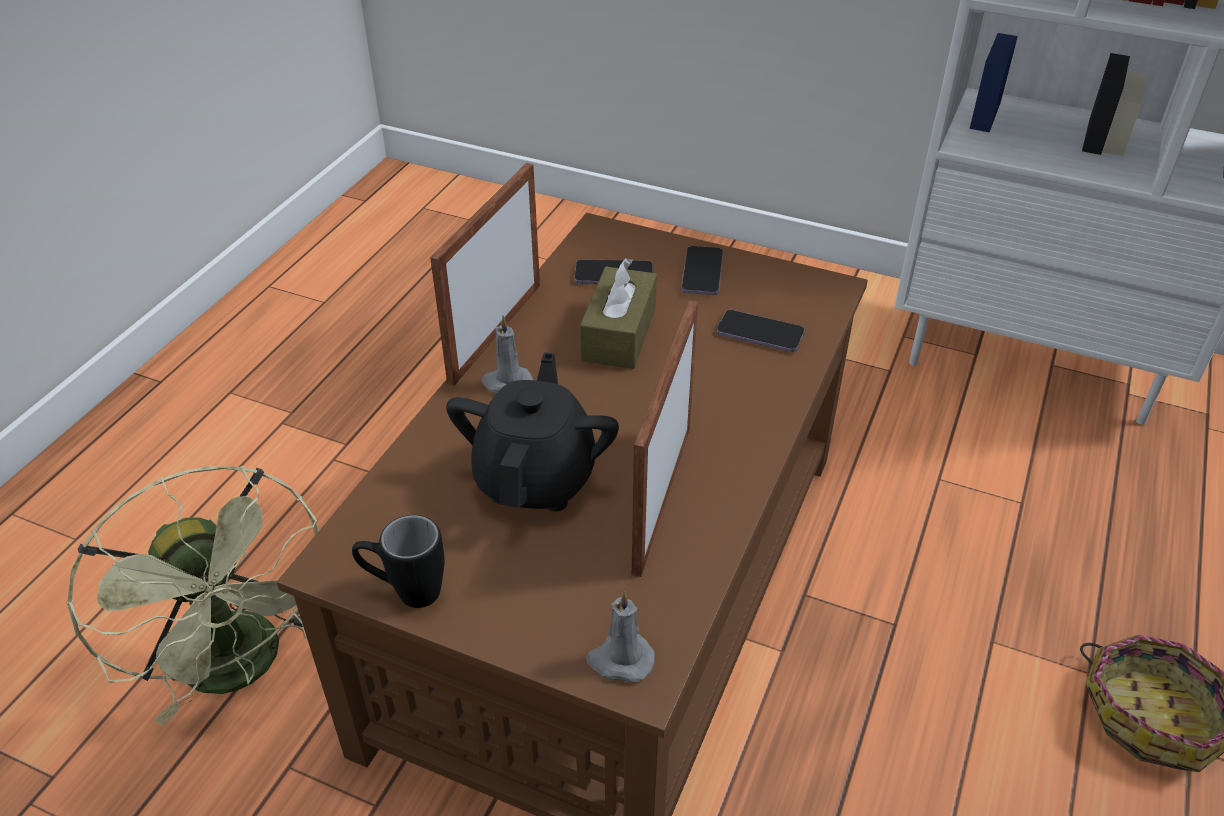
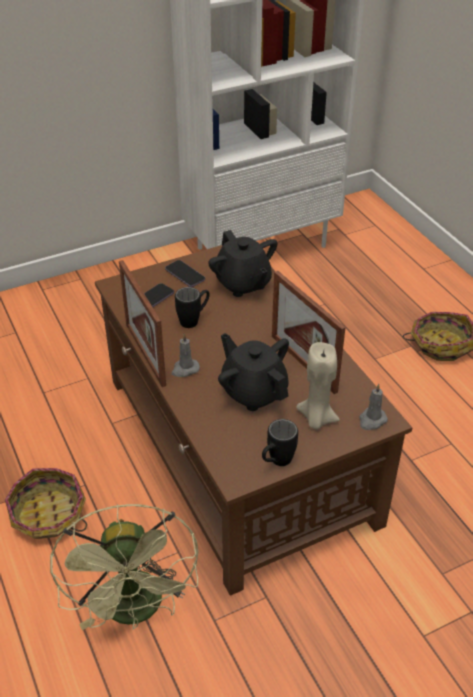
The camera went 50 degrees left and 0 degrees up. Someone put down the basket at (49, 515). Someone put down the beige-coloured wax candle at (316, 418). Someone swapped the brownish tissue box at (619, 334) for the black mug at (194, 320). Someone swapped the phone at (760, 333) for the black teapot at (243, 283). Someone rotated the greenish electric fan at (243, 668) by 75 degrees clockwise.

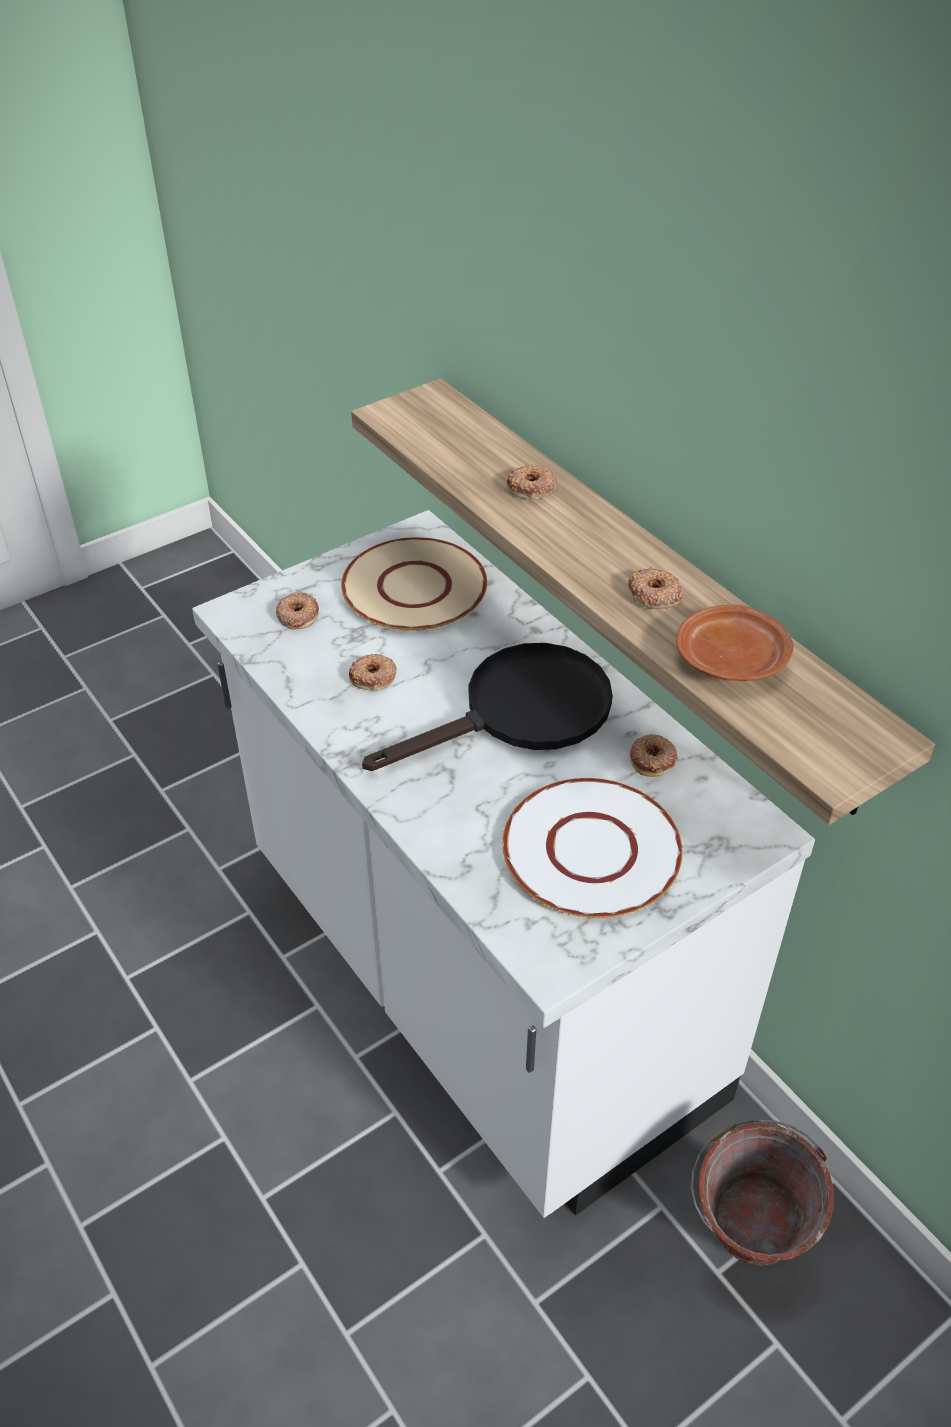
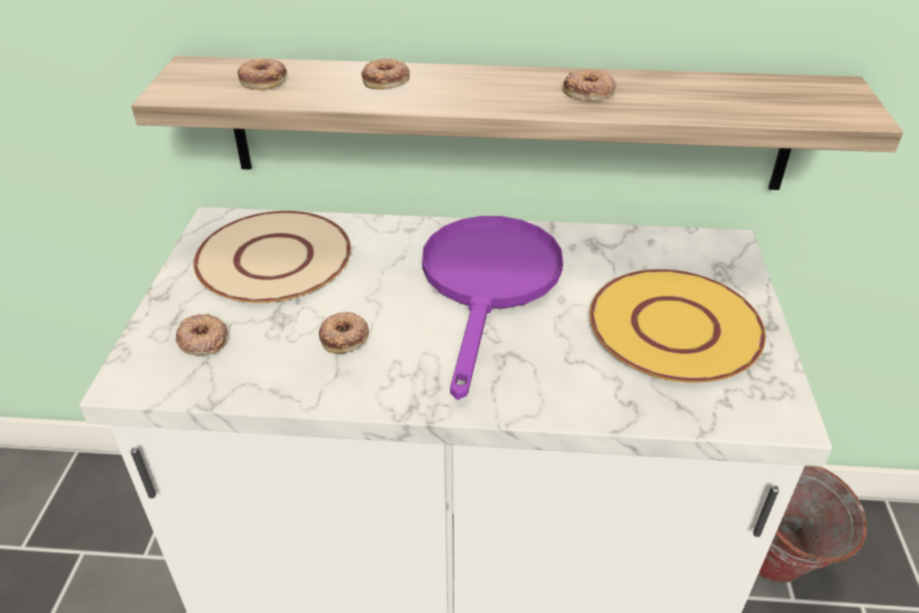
The camera went 50 degrees left and 5 degrees down. Someone took away the brownish flat dish at (732, 659). Someone carried the ring doughnut from (653, 759) to (263, 80). Someone repainted the black frying pan at (520, 713), which became the purple-coloured frying pan at (489, 284). Someone repainted the white-coloured flat dish at (592, 850), which became the yellow-coloured flat dish at (675, 327).

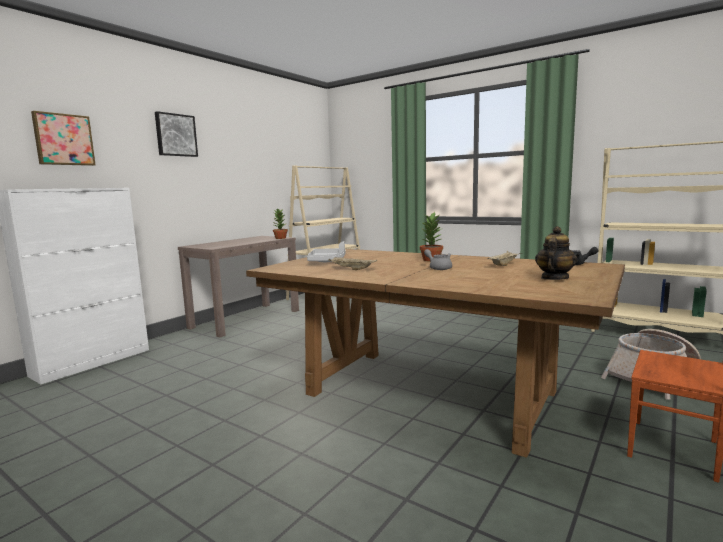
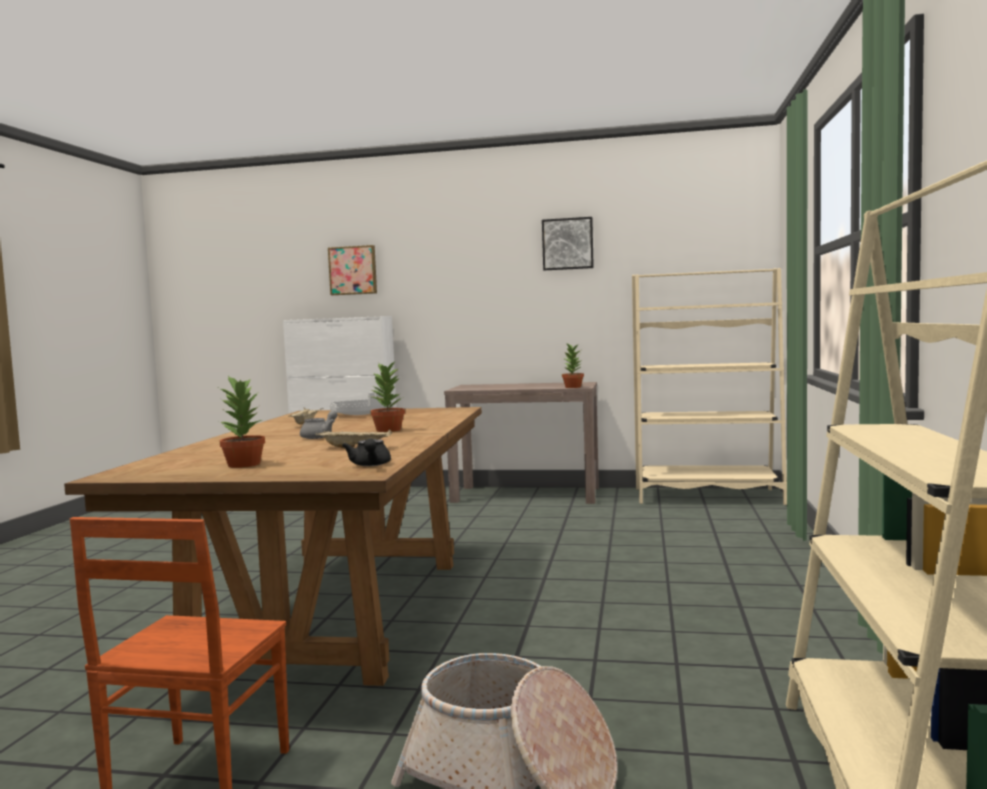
The camera went 65 degrees right and 5 degrees down. Someone carried the wall picture from (175, 135) to (567, 244). Someone swapped the teapot at (554, 278) for the plant in a pot at (244, 464).

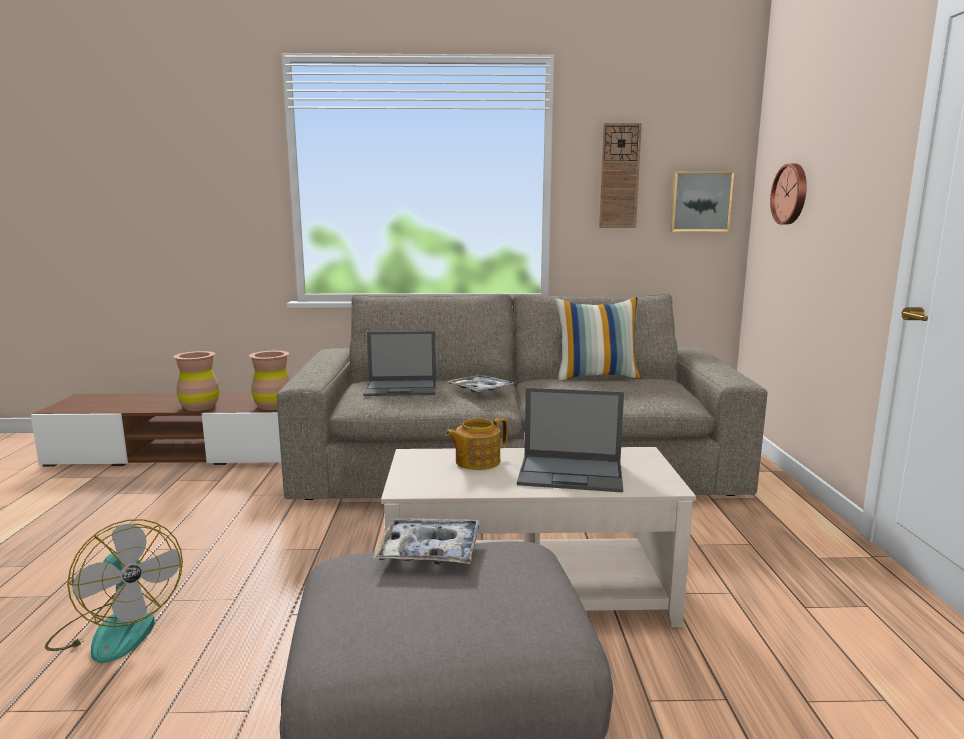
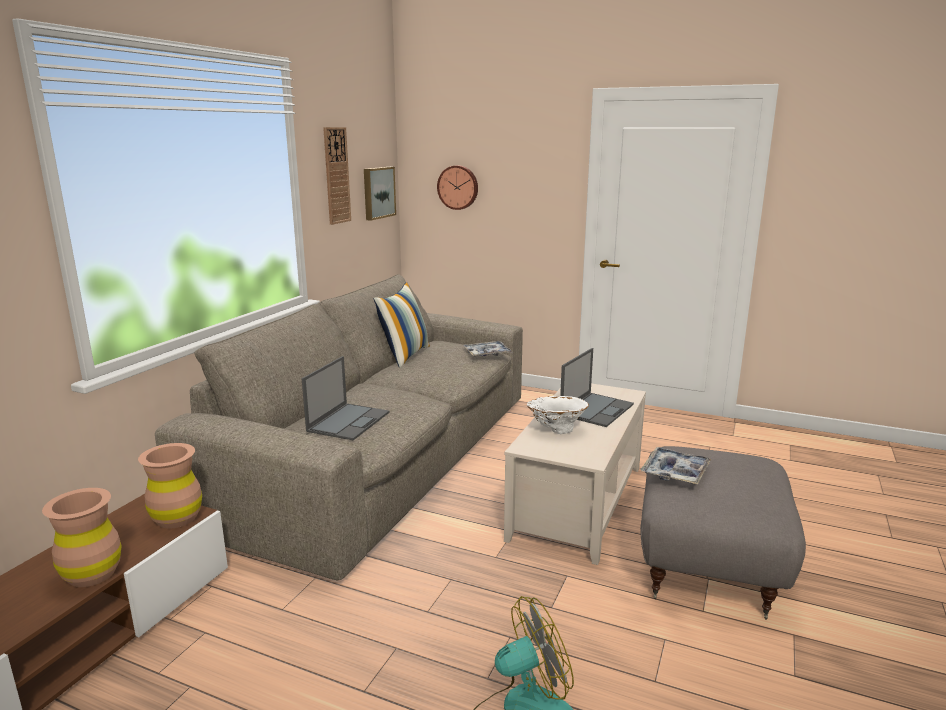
The camera went 65 degrees left and 5 degrees up. Someone carried the serving tray from (480, 390) to (487, 353). Someone swapped the teapot at (476, 461) for the white-coloured vase at (556, 430).

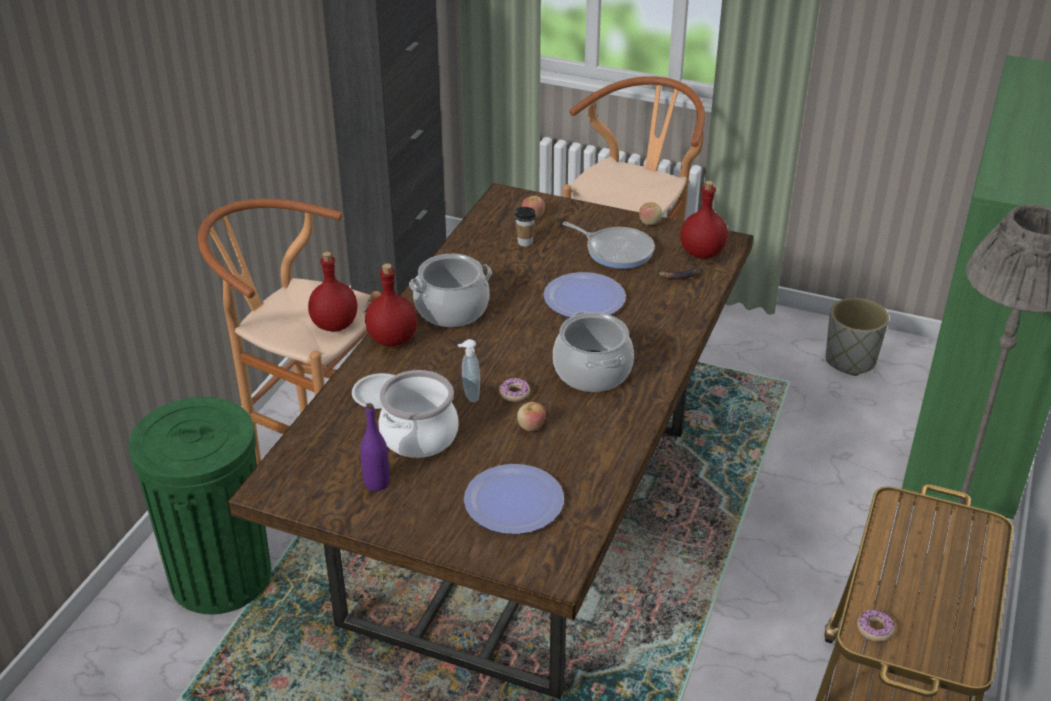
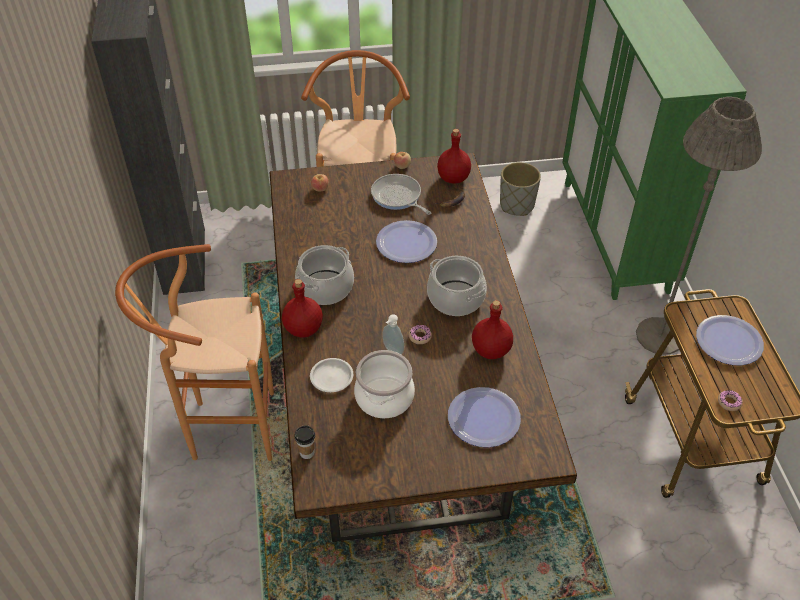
The camera went 30 degrees left and 10 degrees up. Someone took away the greenish waste bin at (220, 576). Someone took away the purple-coloured drink bottle at (377, 483). Someone took away the whole apple at (531, 426). Someone put down the flat dish at (728, 341). Someone carried the reddish drink bottle from (334, 324) to (490, 350). Someone carried the drinking cup from (525, 242) to (307, 453). Someone rotated the frying pan at (616, 250) by 135 degrees counterclockwise.

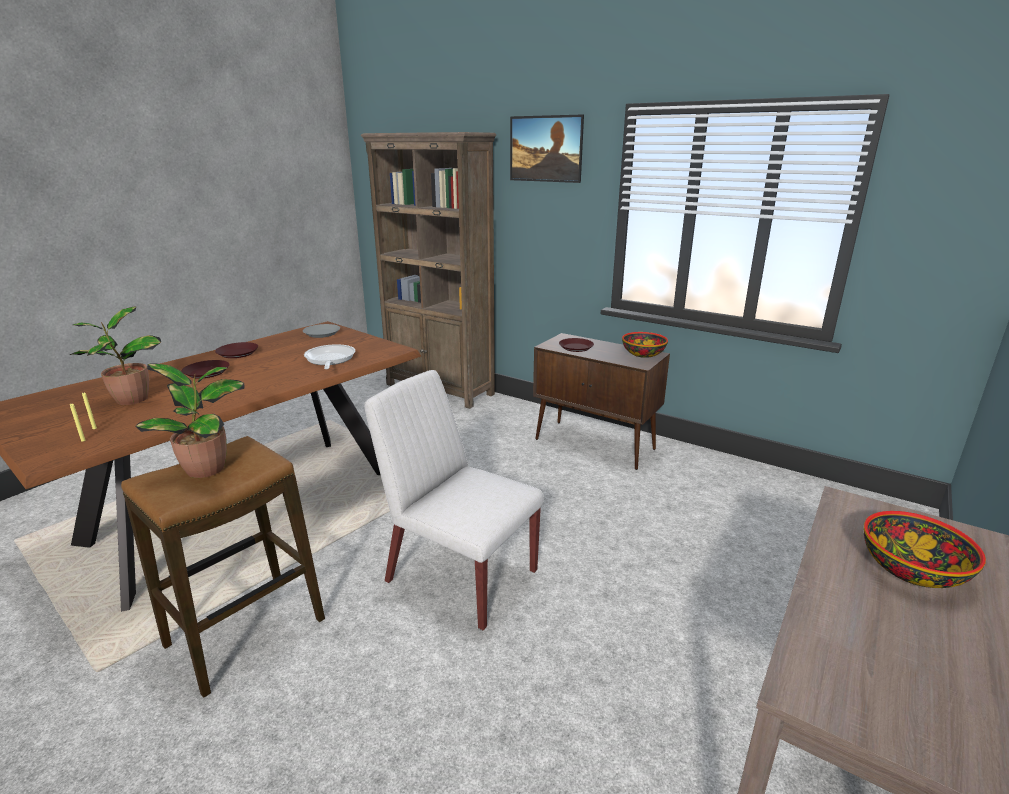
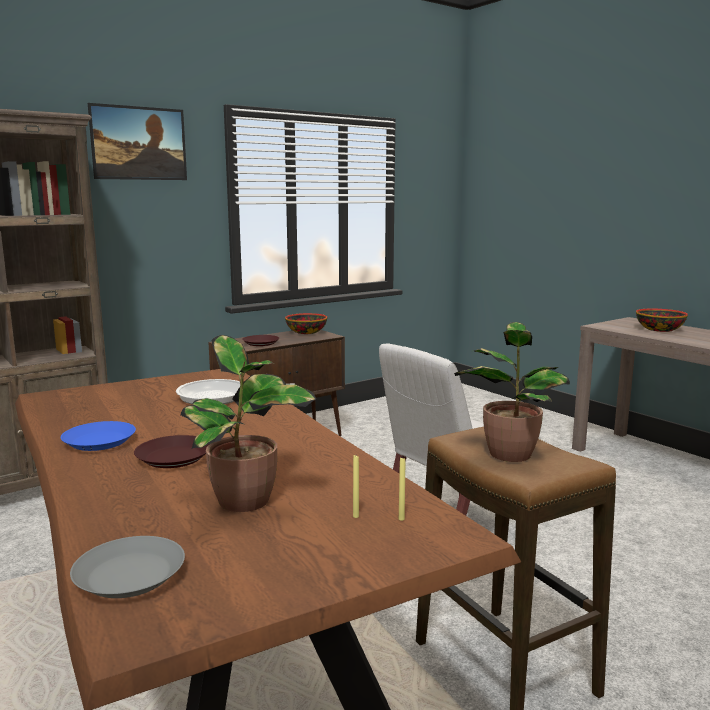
The camera went 70 degrees left and 10 degrees down. Someone carried the grey flat dish from (321, 333) to (128, 576). Someone repainted the brownish flat dish at (237, 353), which became the bluish flat dish at (100, 442).

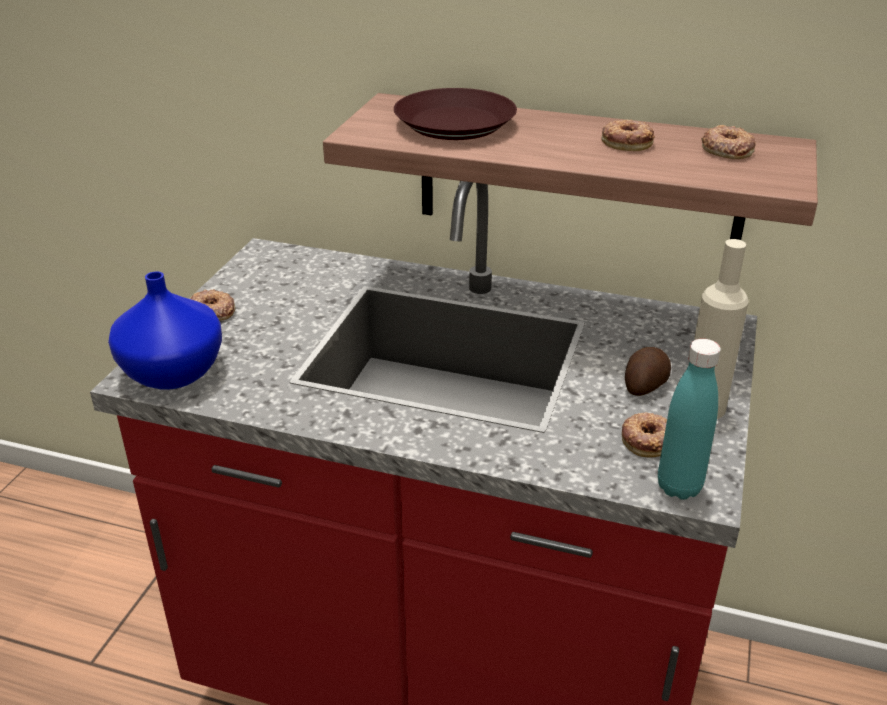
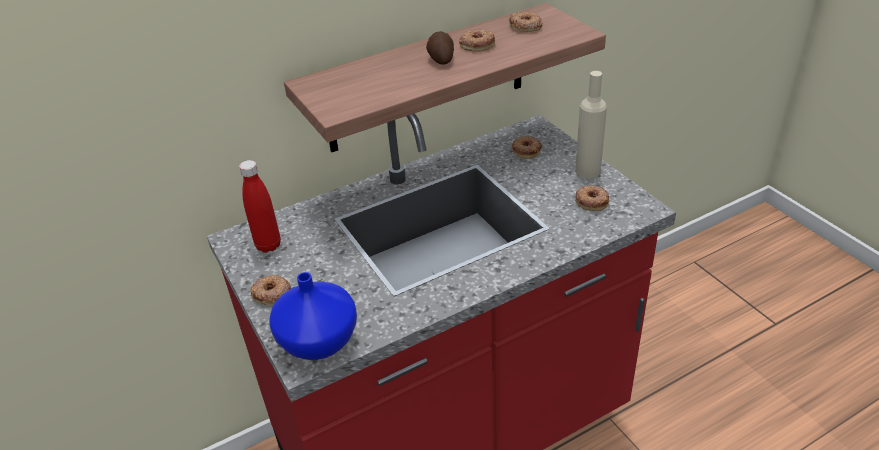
The camera went 45 degrees left and 5 degrees up. Someone took away the brownish flat dish at (456, 124). Someone took away the blue-green drink bottle at (679, 487). Someone put down the reddish drink bottle at (268, 245). Someone put down the ring doughnut at (526, 150). Someone carried the whole potato from (644, 385) to (441, 59).

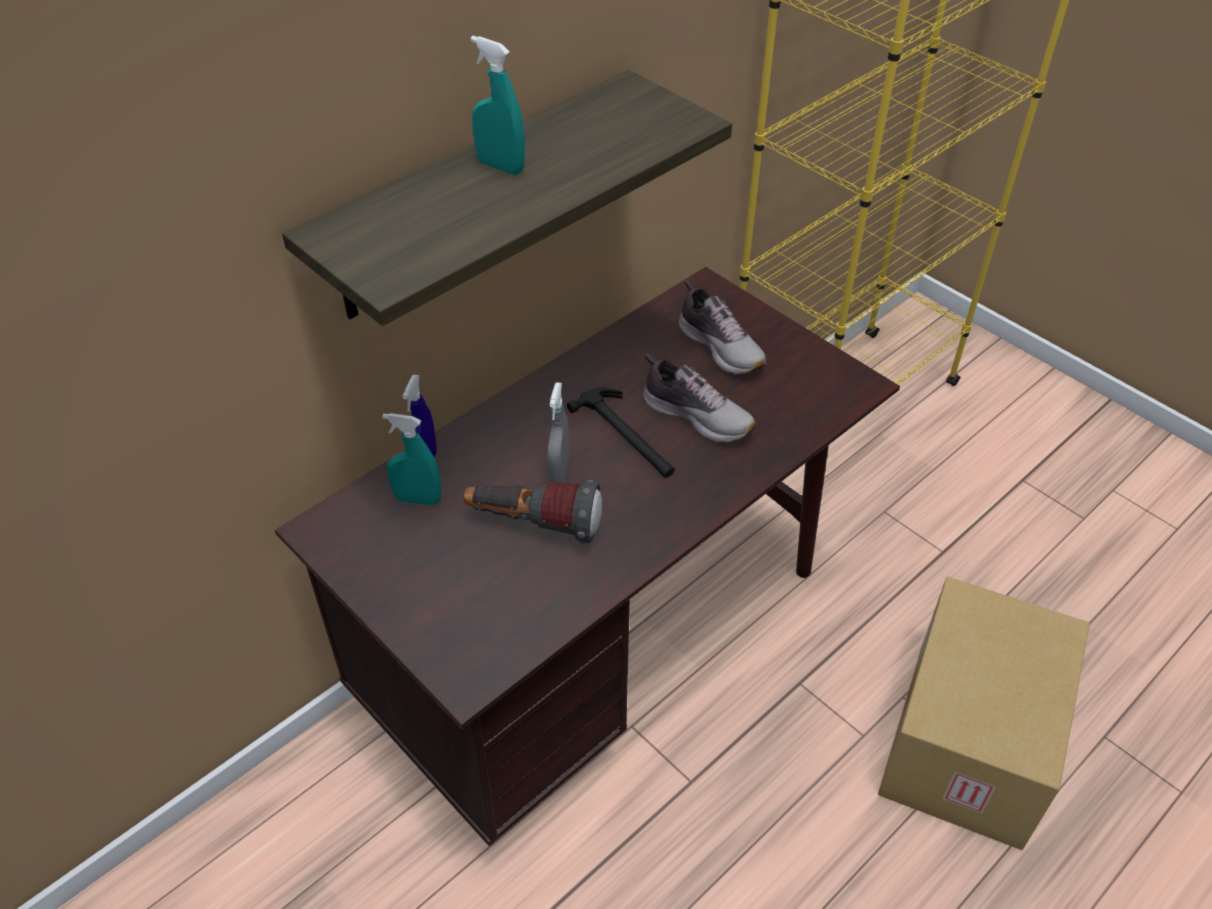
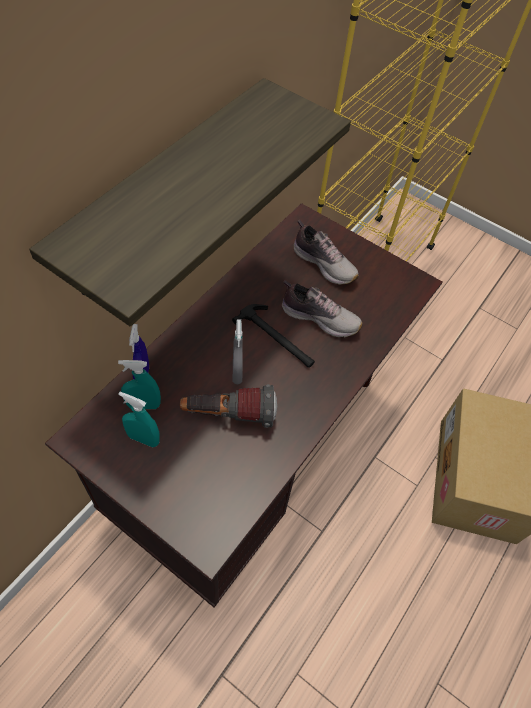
The camera went 15 degrees left and 10 degrees up. Someone carried the blue-green sprayer from (500, 167) to (143, 439).

